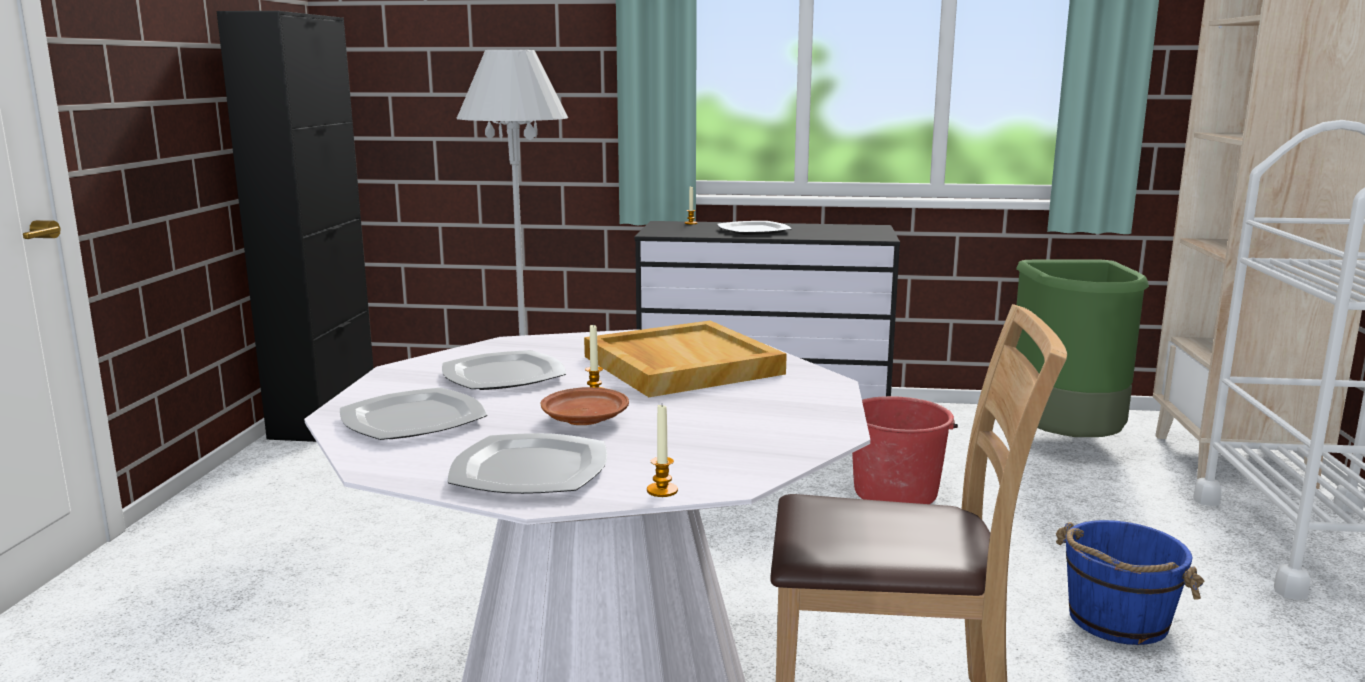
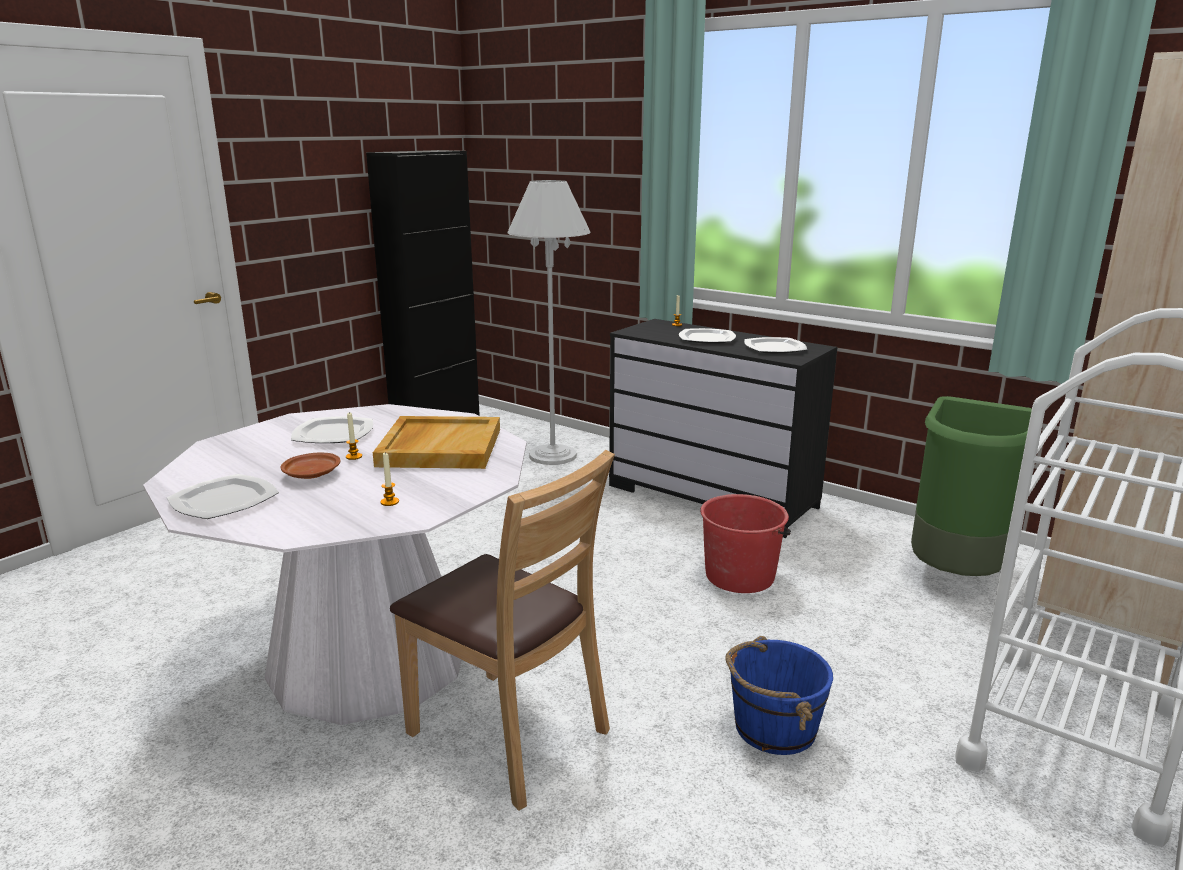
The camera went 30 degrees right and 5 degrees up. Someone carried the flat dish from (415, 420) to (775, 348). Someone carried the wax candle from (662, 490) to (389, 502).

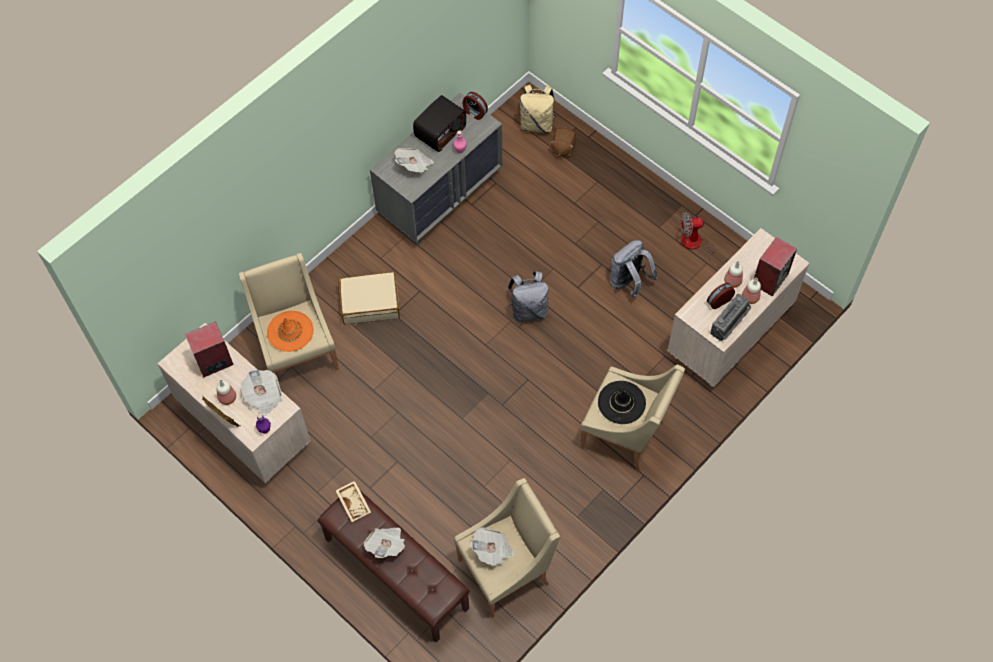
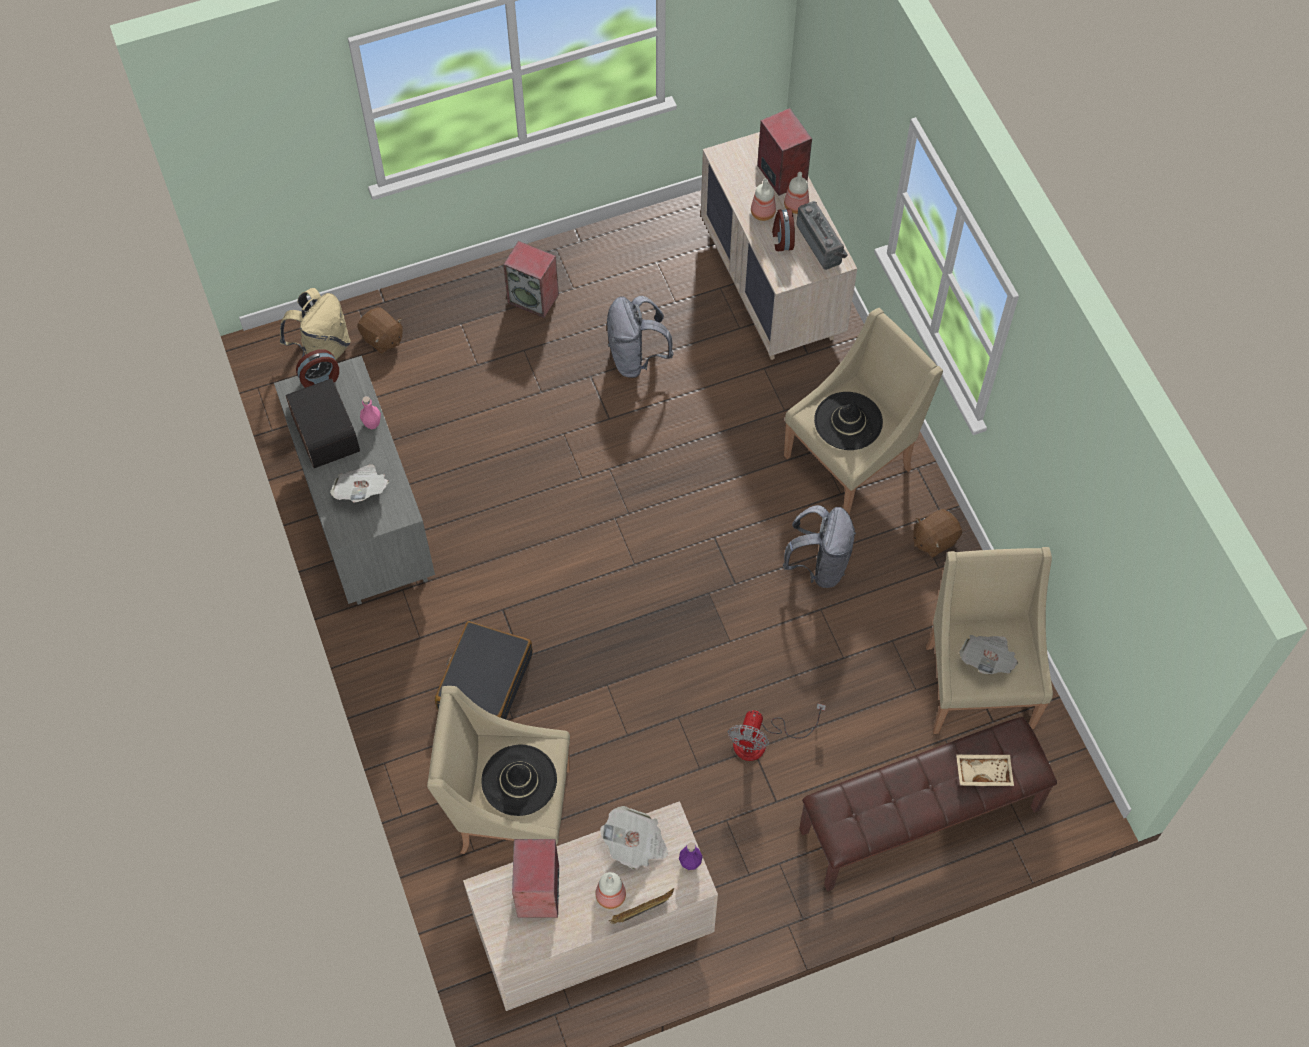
The camera went 65 degrees left and 0 degrees up. Someone took away the daily paper at (386, 545). Someone put down the speaker at (534, 298). Someone put down the brownish cuddly toy at (934, 539). Someone carried the beige-coloured serving tray from (354, 503) to (983, 772). Someone carried the grey backpack from (528, 310) to (819, 565). Someone carried the electric fan from (697, 245) to (761, 741). Someone repainted the orange hat at (290, 331), which became the black hat at (519, 780). Someone repainted the beige-coloured travel case at (370, 302), which became the black travel case at (484, 681).

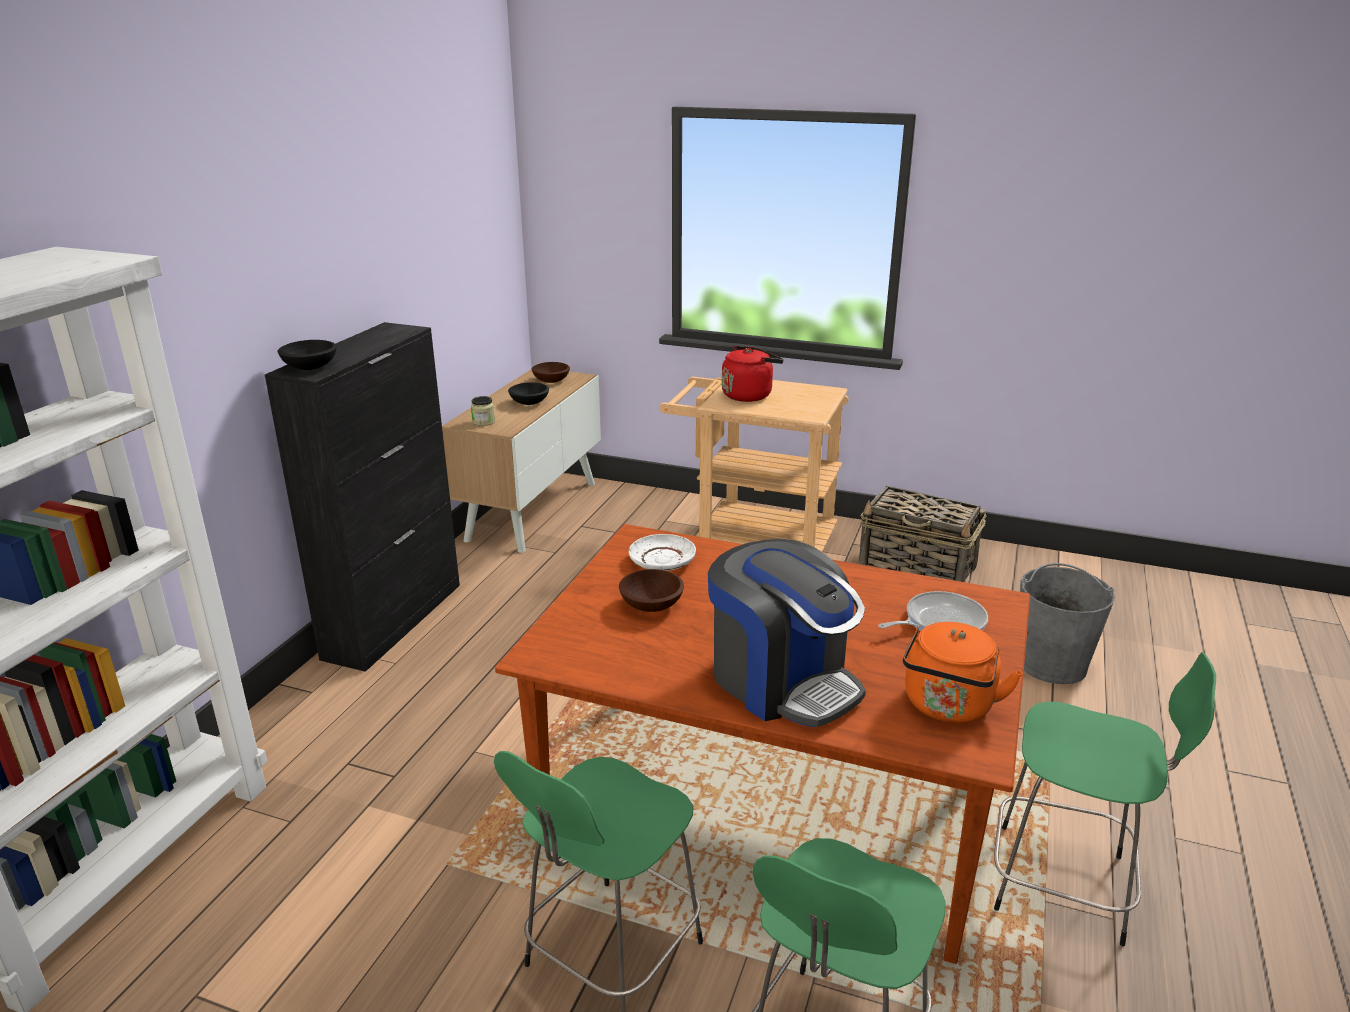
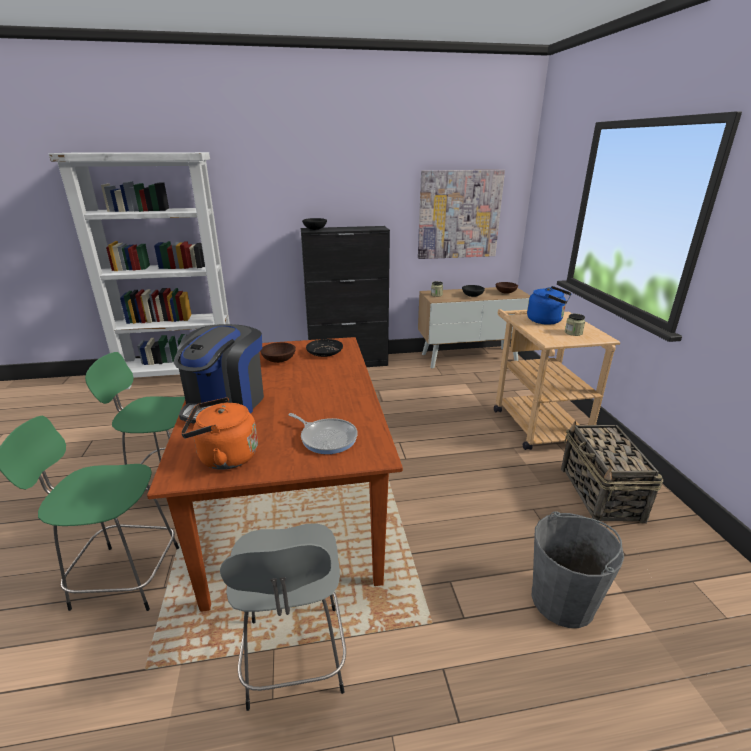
The camera went 60 degrees right and 0 degrees up. Someone put up the wall picture at (459, 215). Someone put down the storage jar at (573, 333). Someone repainted the white-coloured flat dish at (662, 561), which became the black flat dish at (324, 352). Someone repainted the reddish tea kettle at (749, 395), which became the bluish tea kettle at (546, 321). Someone repainted the greenish sitting stool at (1066, 885), which became the grey sitting stool at (295, 660).

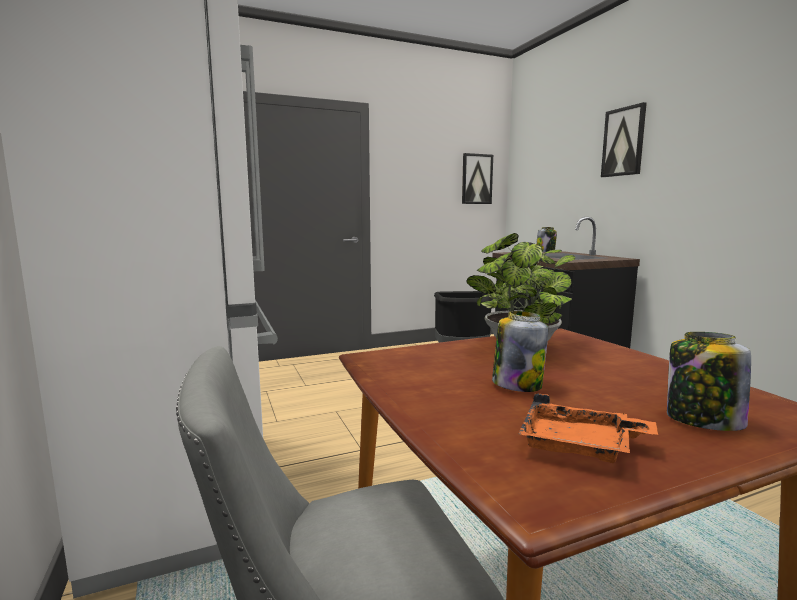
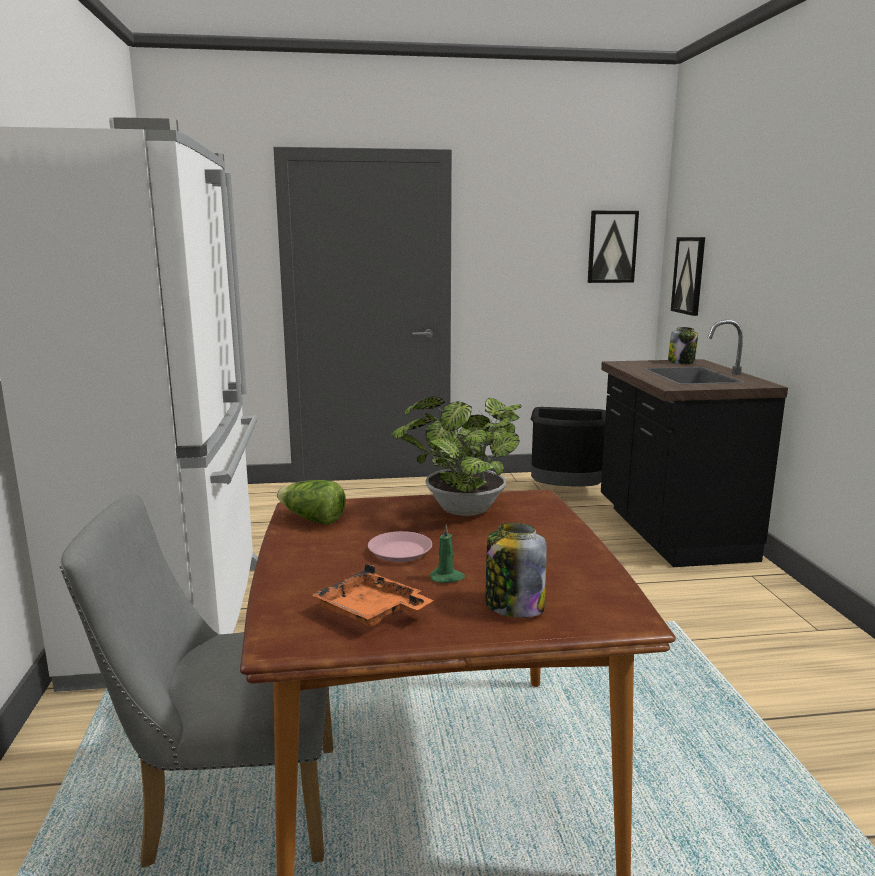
The camera went 15 degrees right and 5 degrees up. Someone put down the lettuce head at (312, 519). Someone put down the greenish wax candle at (447, 577). Someone carried the wall picture from (623, 142) to (689, 275). Someone swapped the storage jar at (517, 384) for the pinkish flat dish at (399, 552).

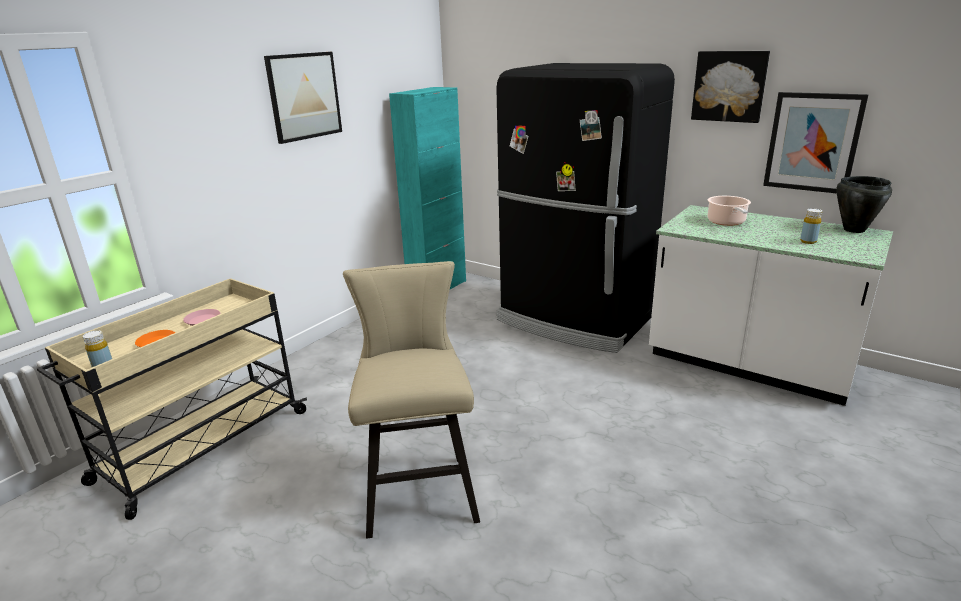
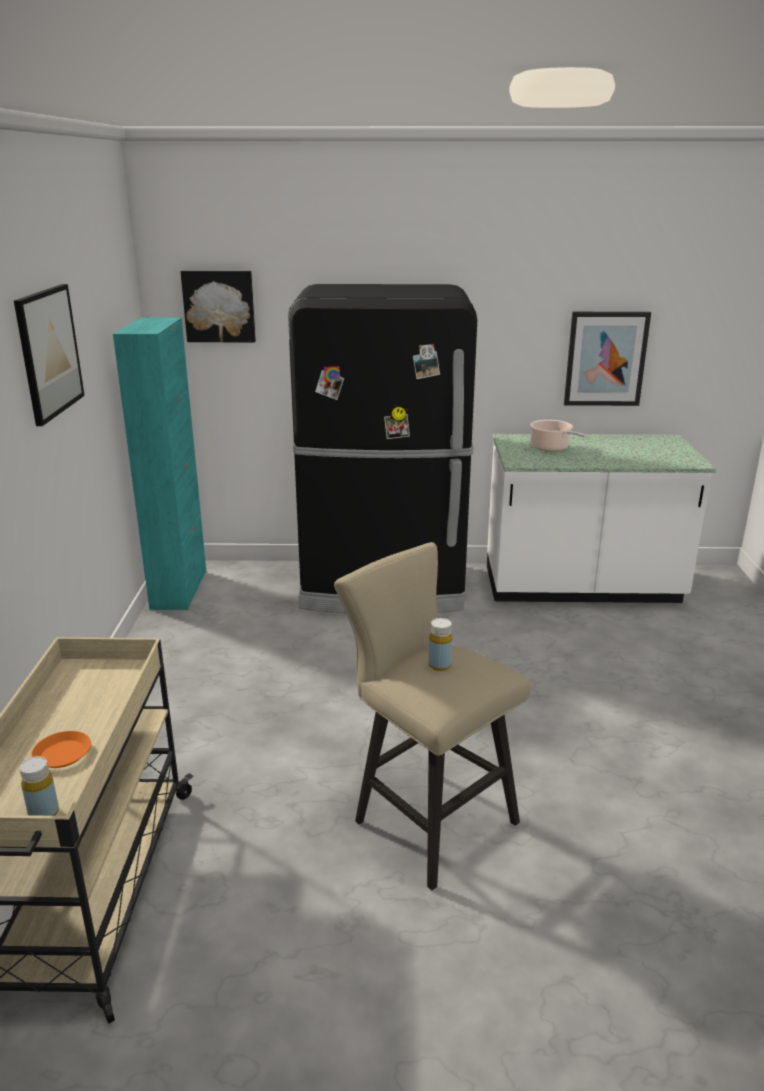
The camera went 35 degrees left and 0 degrees up. Someone took away the pinkish flat dish at (203, 320). Someone took away the black stockpot at (853, 230). Someone carried the wall picture from (729, 86) to (219, 306). Someone carried the yellow-coloured drink bottle from (808, 241) to (439, 665).

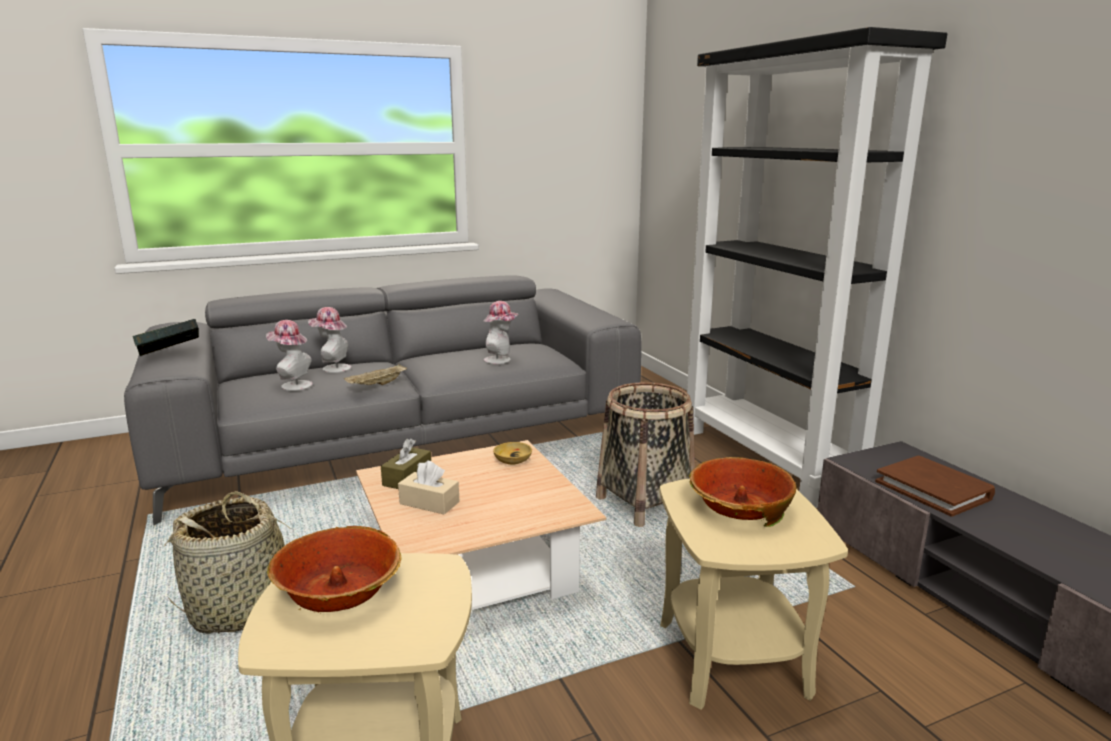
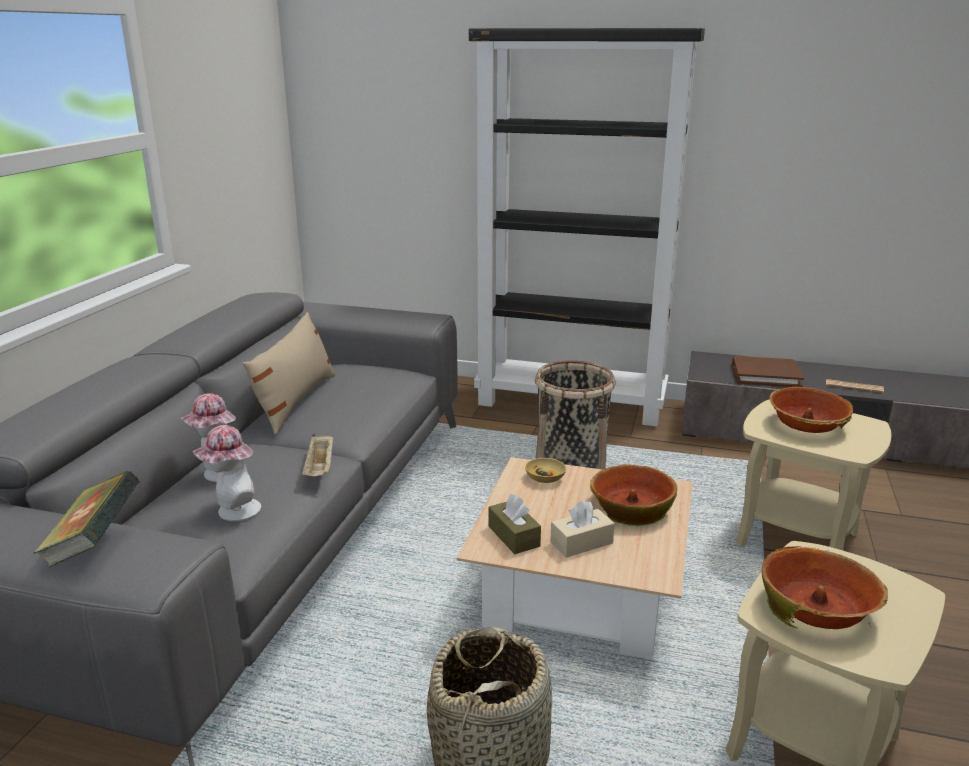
The camera went 50 degrees left and 5 degrees up. Someone took away the hat at (501, 360). Someone put down the beige-coloured pillow at (295, 401). Someone put down the deep dish at (631, 506). Someone put down the daily paper at (854, 387).

